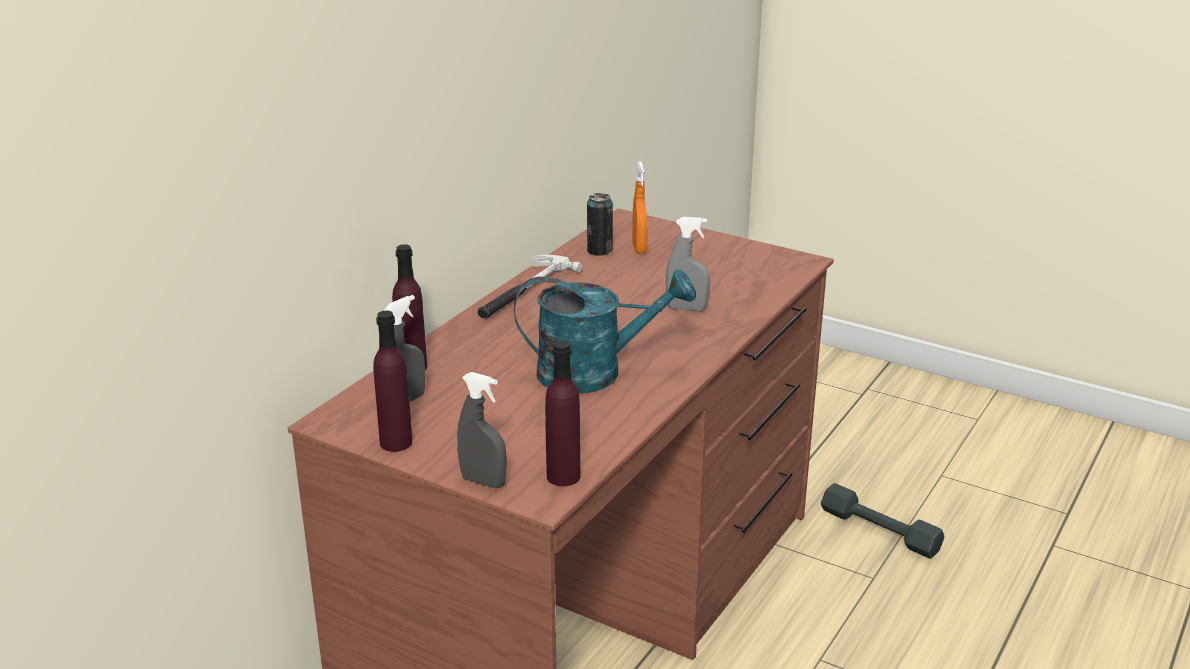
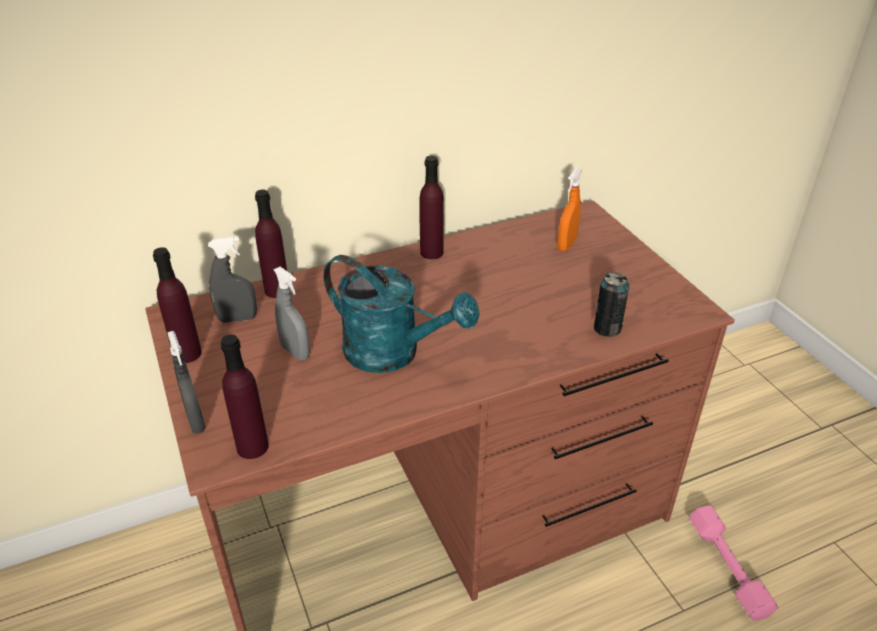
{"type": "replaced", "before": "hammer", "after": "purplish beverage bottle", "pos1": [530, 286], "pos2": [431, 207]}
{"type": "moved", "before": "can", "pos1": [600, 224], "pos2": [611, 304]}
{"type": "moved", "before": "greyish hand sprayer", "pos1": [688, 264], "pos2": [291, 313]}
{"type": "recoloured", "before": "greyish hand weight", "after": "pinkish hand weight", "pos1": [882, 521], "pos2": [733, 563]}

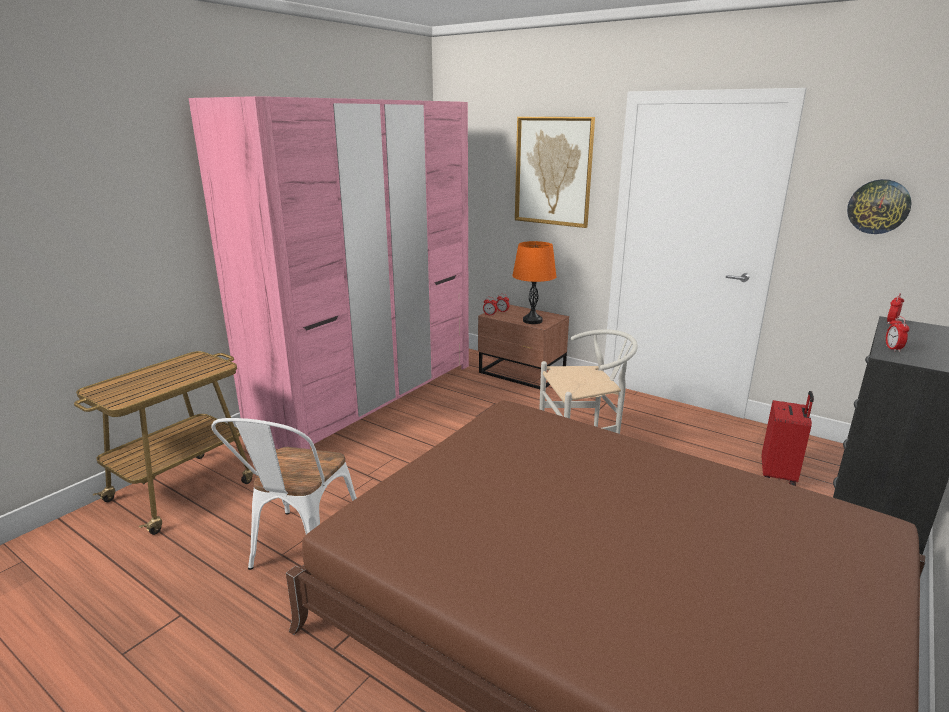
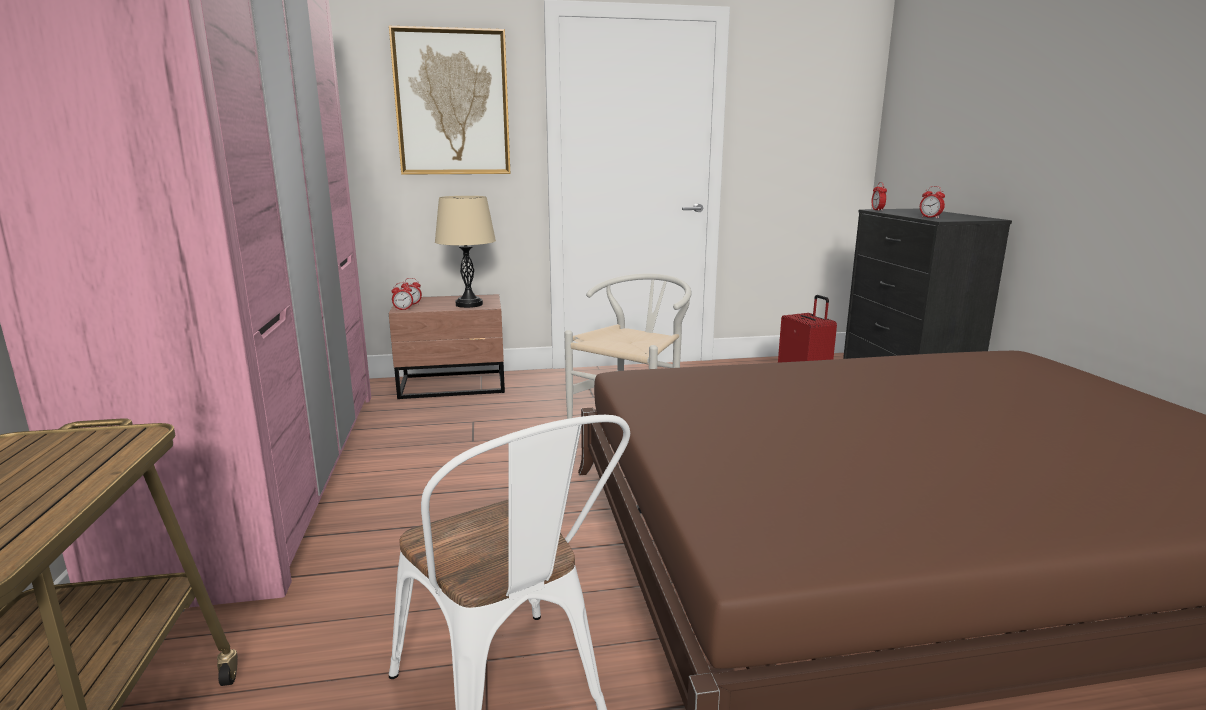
{"type": "recoloured", "before": "orangey tabletop lamp", "after": "beige tabletop lamp", "pos1": [534, 282], "pos2": [465, 252]}
{"type": "removed", "before": "hanging clock", "pos1": [879, 206]}

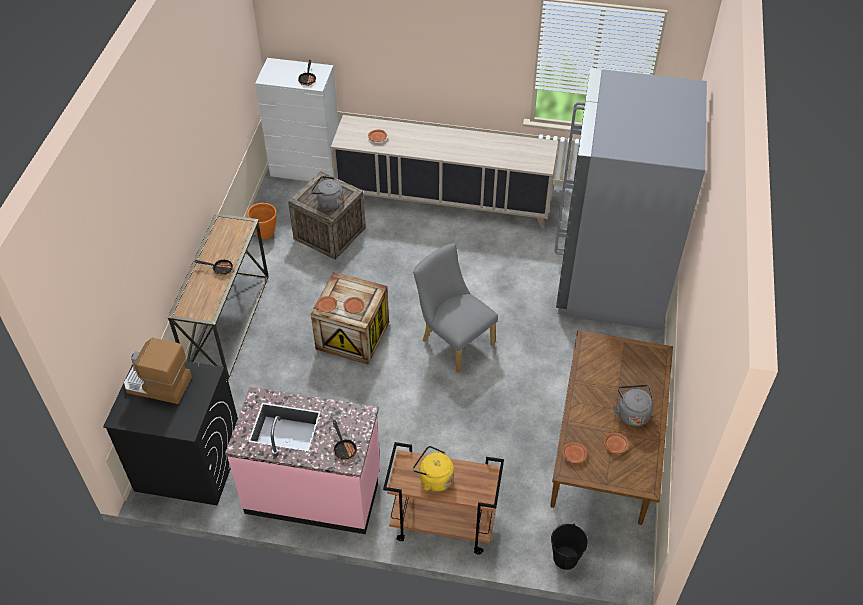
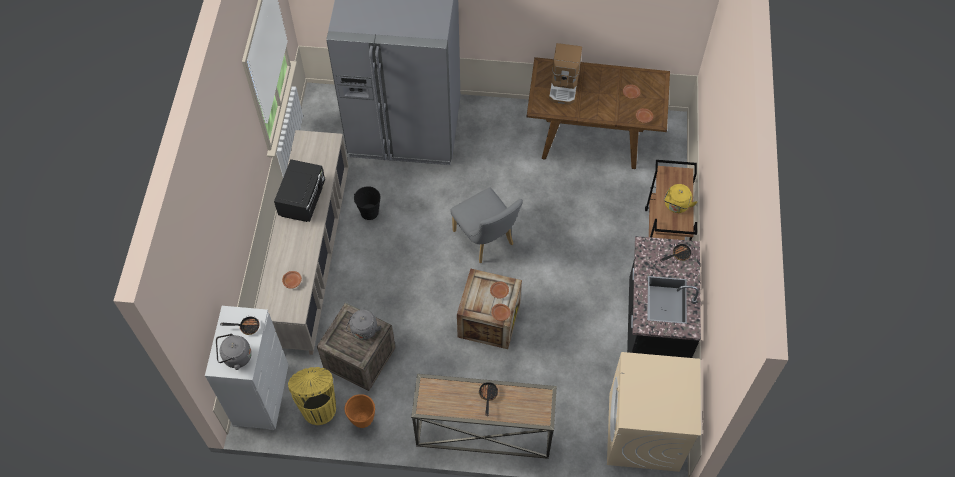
{"type": "recoloured", "before": "black laundry machine", "after": "beige laundry machine", "pos1": [170, 433], "pos2": [654, 412]}
{"type": "moved", "before": "coffee brewer", "pos1": [158, 371], "pos2": [565, 74]}
{"type": "recoloured", "before": "pinkish kitchen counter", "after": "black kitchen counter", "pos1": [302, 460], "pos2": [664, 297]}
{"type": "turned", "before": "greyish chair", "pos1": [455, 308], "pos2": [486, 225], "turn": -75}
{"type": "moved", "before": "black water bucket", "pos1": [569, 547], "pos2": [367, 203]}
{"type": "moved", "before": "greyish water kettle", "pos1": [633, 405], "pos2": [234, 352]}
{"type": "added", "after": "black microwave oven", "pos2": [299, 190]}
{"type": "added", "after": "yellowish trash can", "pos2": [312, 396]}

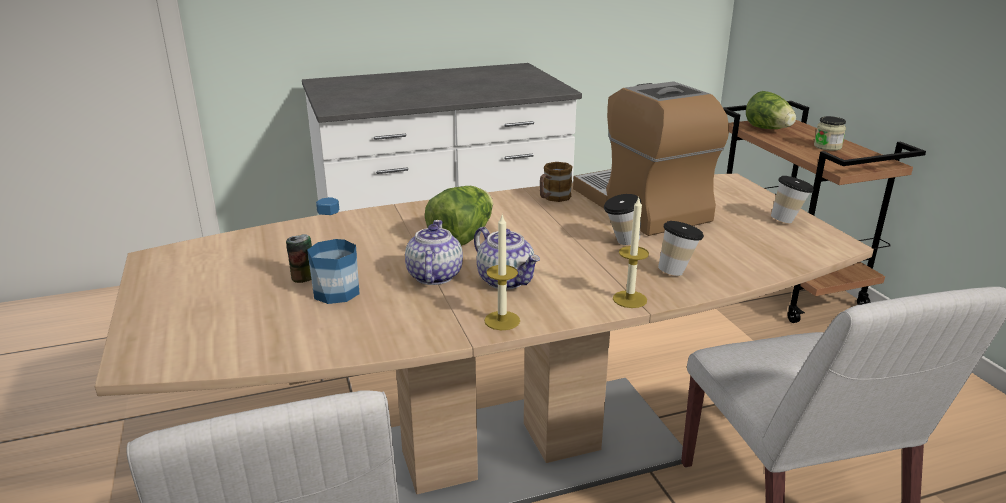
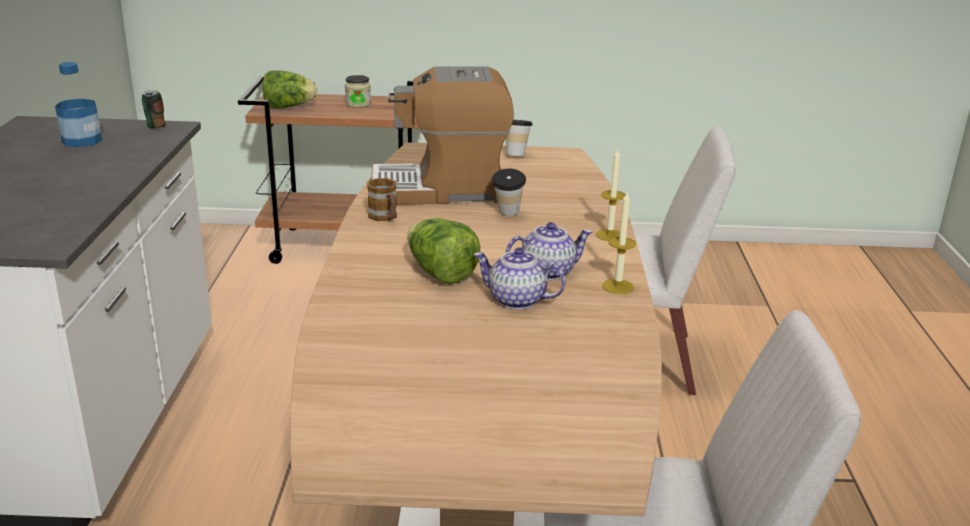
{"type": "moved", "before": "can", "pos1": [299, 258], "pos2": [154, 109]}
{"type": "moved", "before": "beverage bottle", "pos1": [333, 250], "pos2": [78, 104]}
{"type": "removed", "before": "cup", "pos1": [681, 248]}

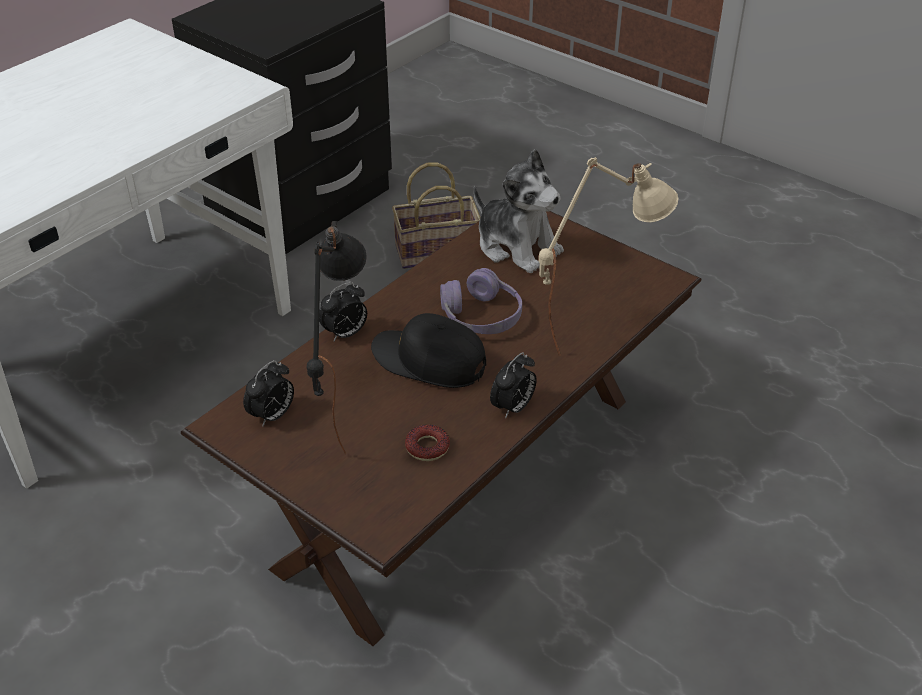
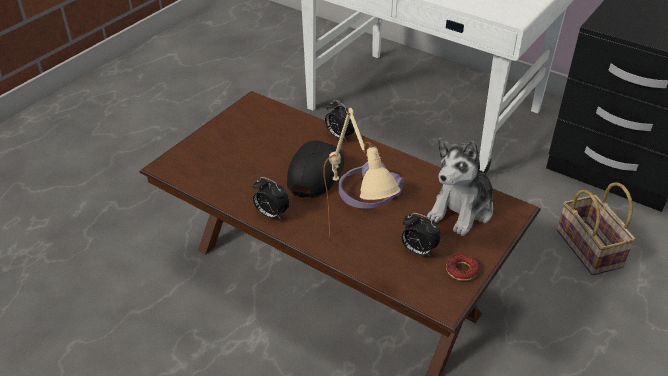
{"type": "moved", "before": "bedside clock", "pos1": [268, 393], "pos2": [421, 235]}
{"type": "removed", "before": "black tabletop lamp", "pos1": [337, 337]}
{"type": "moved", "before": "donut", "pos1": [427, 443], "pos2": [462, 267]}

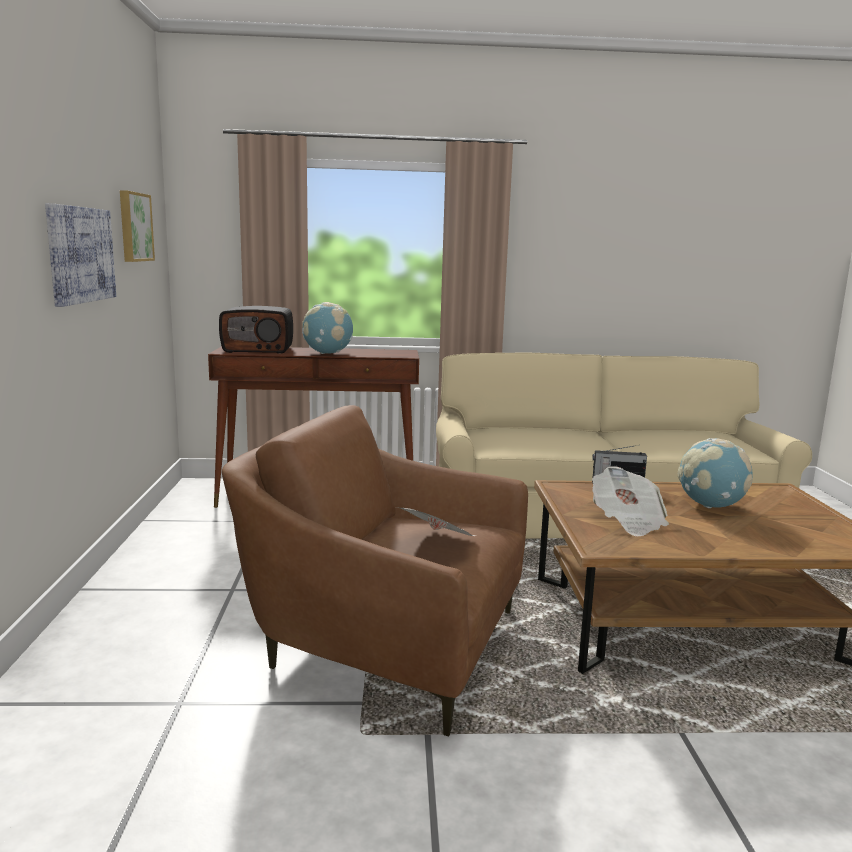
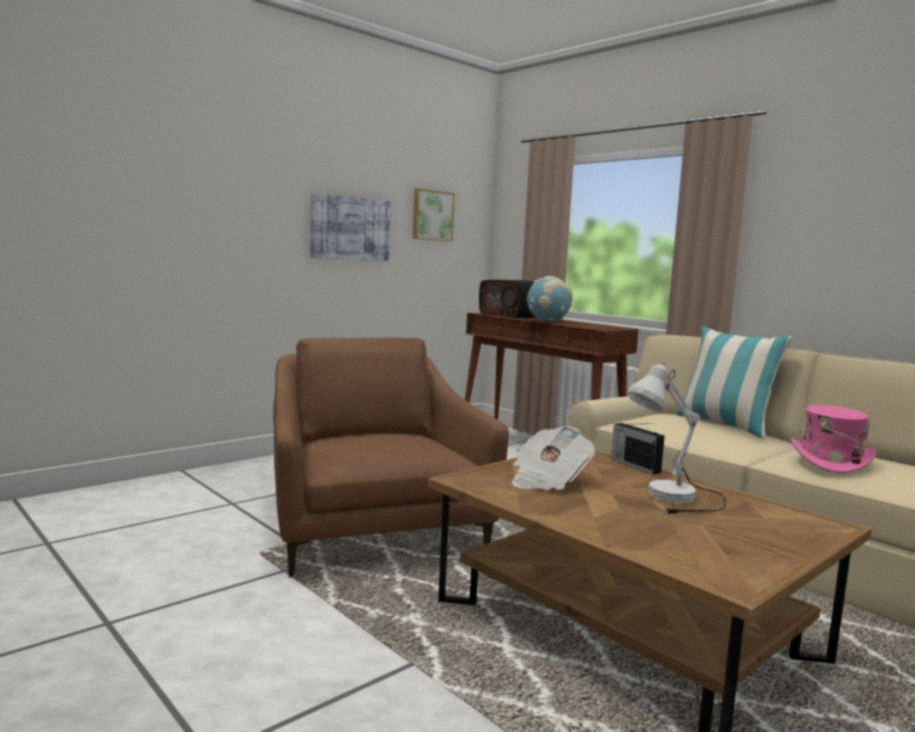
{"type": "removed", "before": "printed paper", "pos1": [435, 522]}
{"type": "replaced", "before": "desk globe", "after": "white-coloured tabletop lamp", "pos1": [715, 473], "pos2": [676, 438]}
{"type": "added", "after": "cushion", "pos2": [734, 382]}
{"type": "added", "after": "pinkish wearable hat", "pos2": [833, 439]}

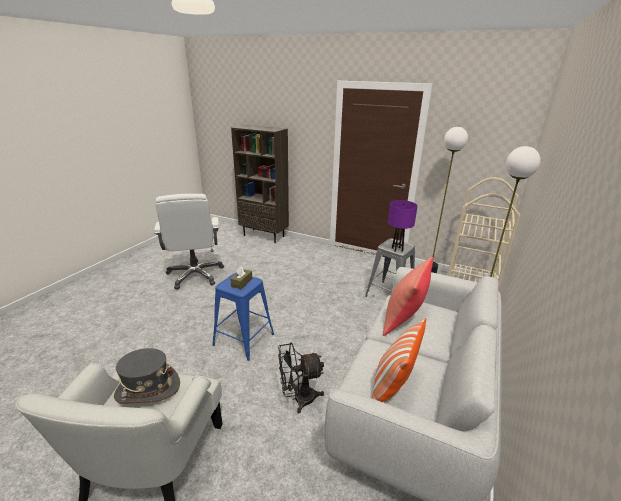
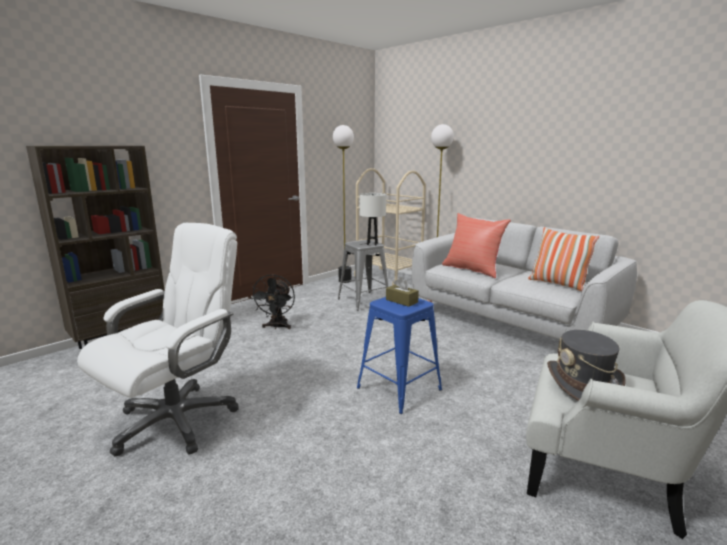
{"type": "turned", "before": "white-coloured desk chair", "pos1": [189, 241], "pos2": [158, 339], "turn": -60}
{"type": "moved", "before": "black fan", "pos1": [301, 377], "pos2": [272, 301]}
{"type": "recoloured", "before": "purplish tabletop lamp", "after": "white-coloured tabletop lamp", "pos1": [403, 226], "pos2": [372, 219]}

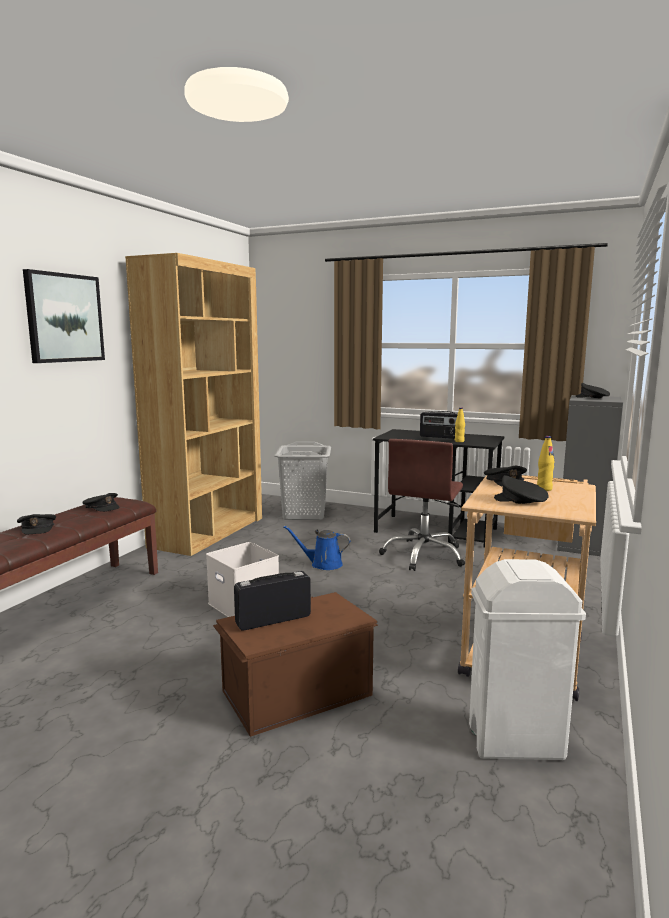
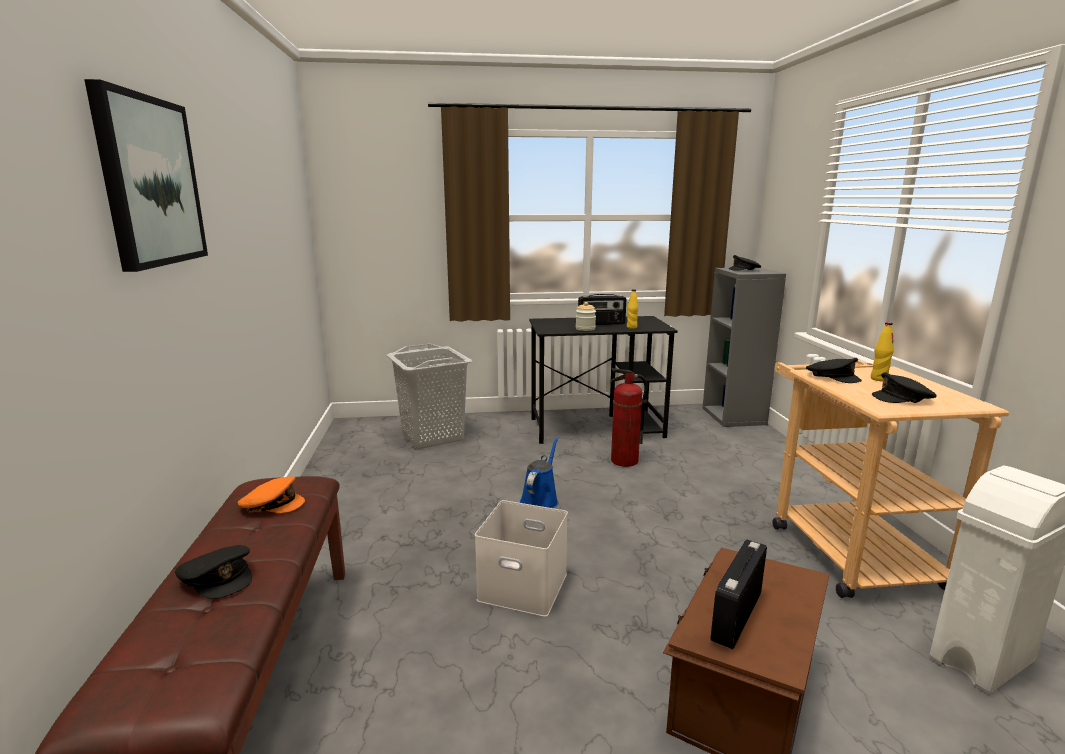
{"type": "recoloured", "before": "black baseball cap", "after": "orangey baseball cap", "pos1": [100, 502], "pos2": [271, 494]}
{"type": "removed", "before": "brown shelving unit", "pos1": [193, 404]}
{"type": "turned", "before": "blue-coloured sprinkling can", "pos1": [316, 548], "pos2": [539, 472], "turn": 135}
{"type": "replaced", "before": "brown desk chair", "after": "fire-fighting cylinder", "pos1": [422, 505], "pos2": [629, 417]}
{"type": "added", "after": "preserve jar", "pos2": [586, 316]}

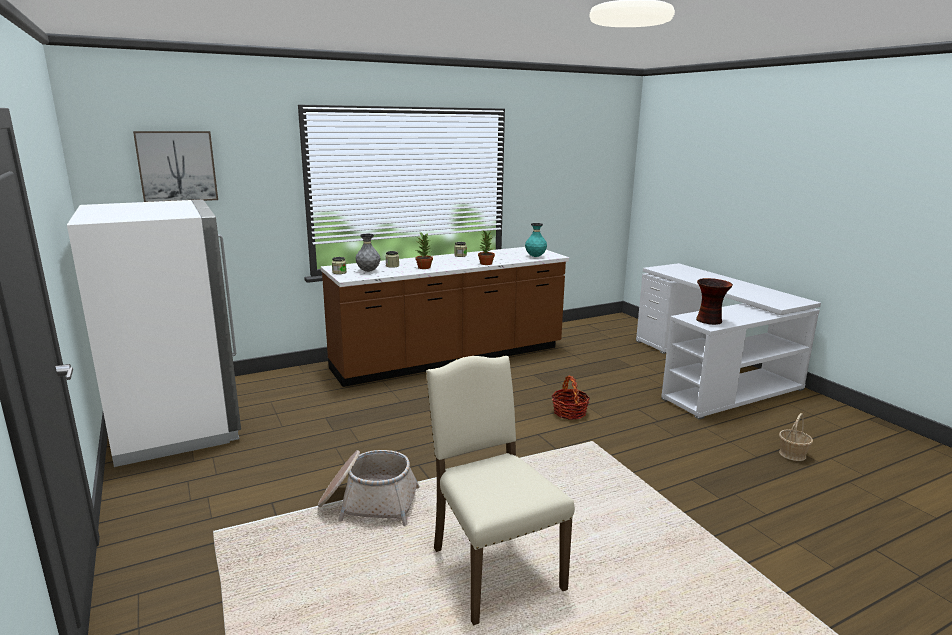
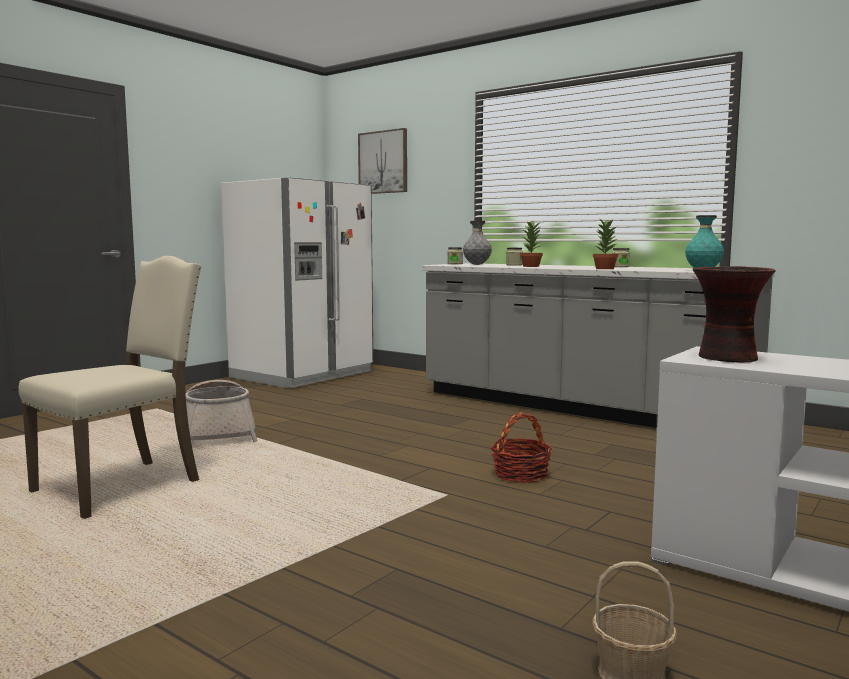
{"type": "recoloured", "before": "brown kitchen counter", "after": "greyish kitchen counter", "pos1": [445, 317], "pos2": [598, 345]}

